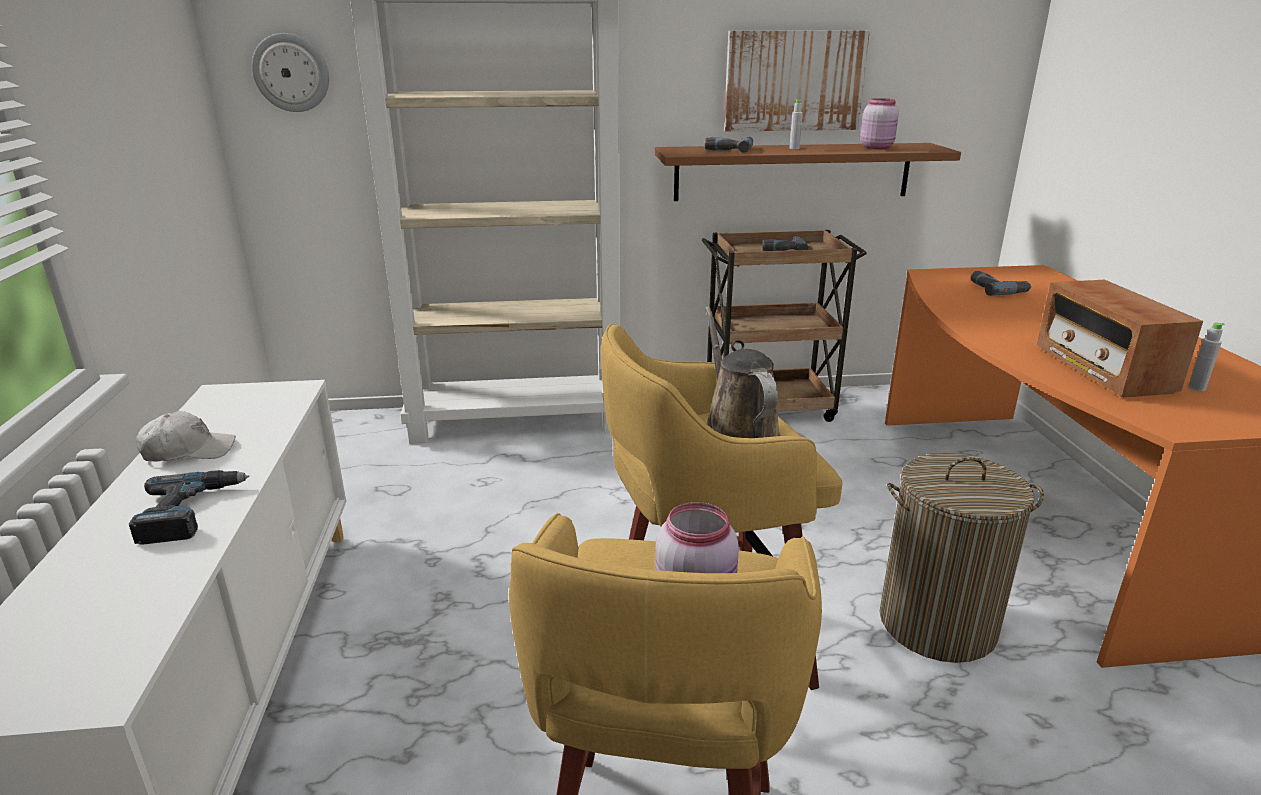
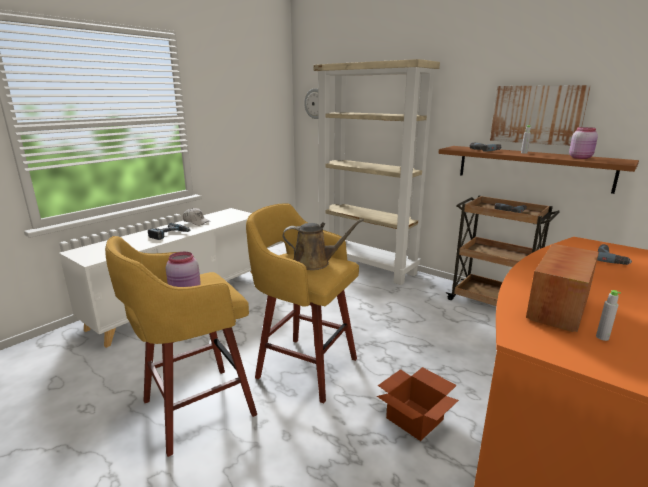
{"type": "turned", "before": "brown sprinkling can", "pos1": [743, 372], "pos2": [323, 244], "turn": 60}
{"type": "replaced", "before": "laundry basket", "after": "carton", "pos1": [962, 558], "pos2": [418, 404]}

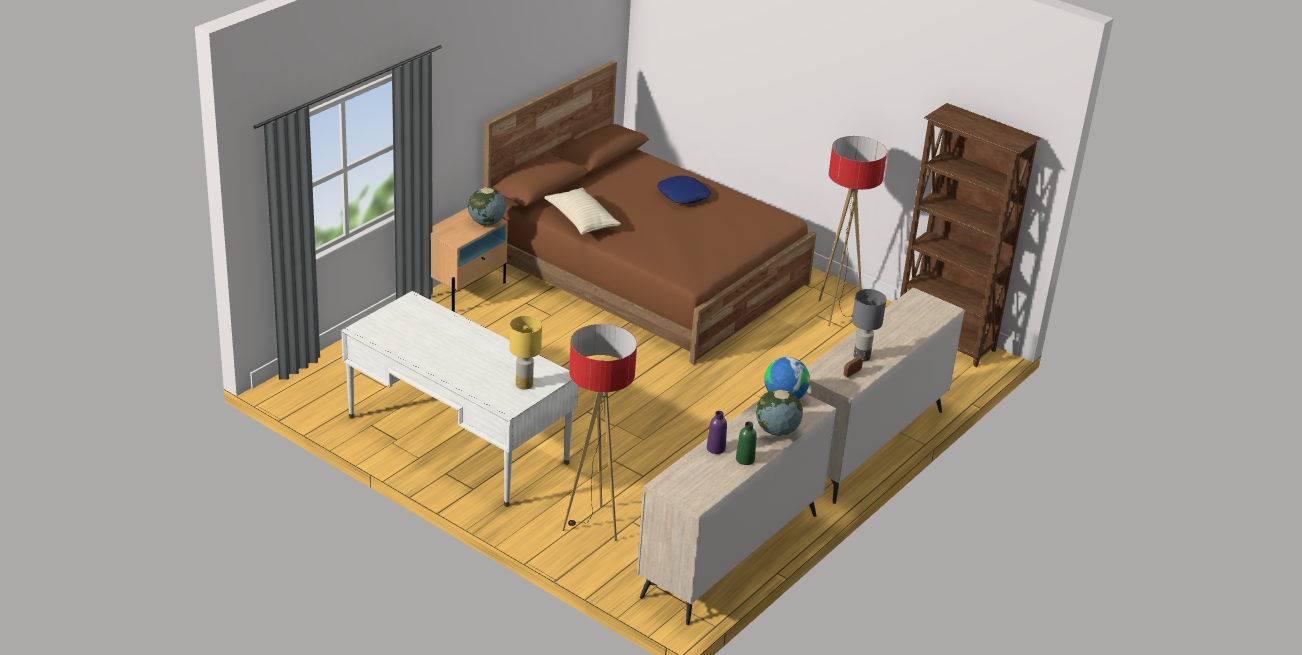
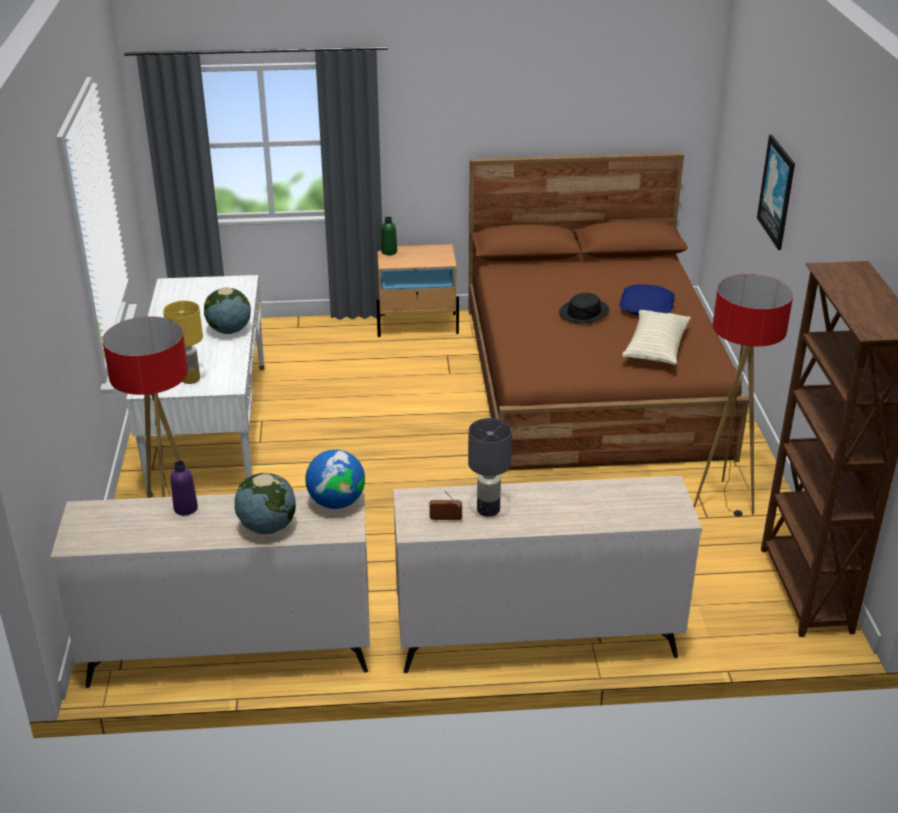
{"type": "moved", "before": "desk globe", "pos1": [487, 206], "pos2": [227, 310]}
{"type": "moved", "before": "beige cushion", "pos1": [582, 211], "pos2": [656, 337]}
{"type": "moved", "before": "green beverage bottle", "pos1": [746, 443], "pos2": [389, 236]}
{"type": "added", "after": "black wearable hat", "pos2": [584, 308]}
{"type": "added", "after": "wall art", "pos2": [776, 192]}

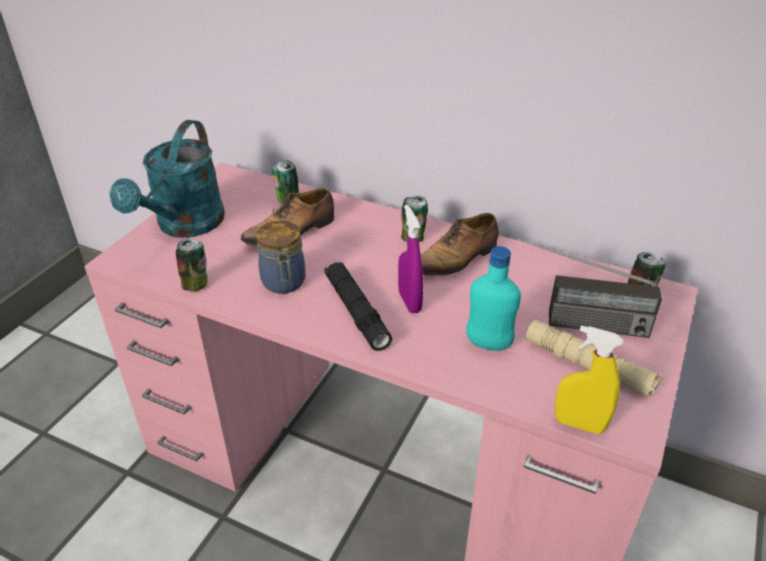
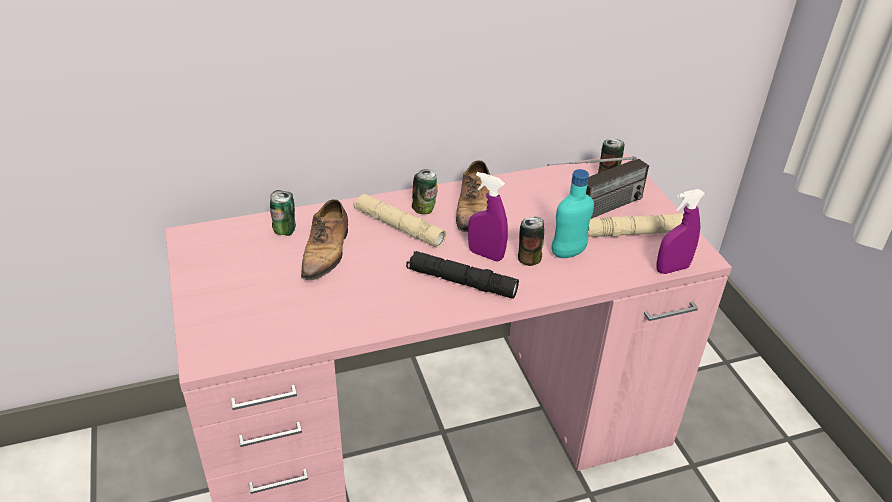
{"type": "removed", "before": "turquoise sprinkling can", "pos1": [167, 179]}
{"type": "moved", "before": "can", "pos1": [192, 265], "pos2": [531, 241]}
{"type": "removed", "before": "preserve jar", "pos1": [280, 257]}
{"type": "recoloured", "before": "yellowish hand sprayer", "after": "purplish hand sprayer", "pos1": [589, 380], "pos2": [681, 231]}
{"type": "added", "after": "beige torch", "pos2": [399, 221]}

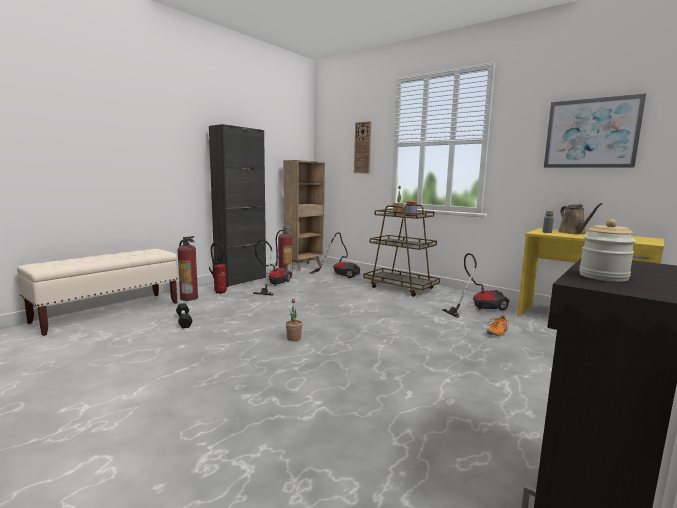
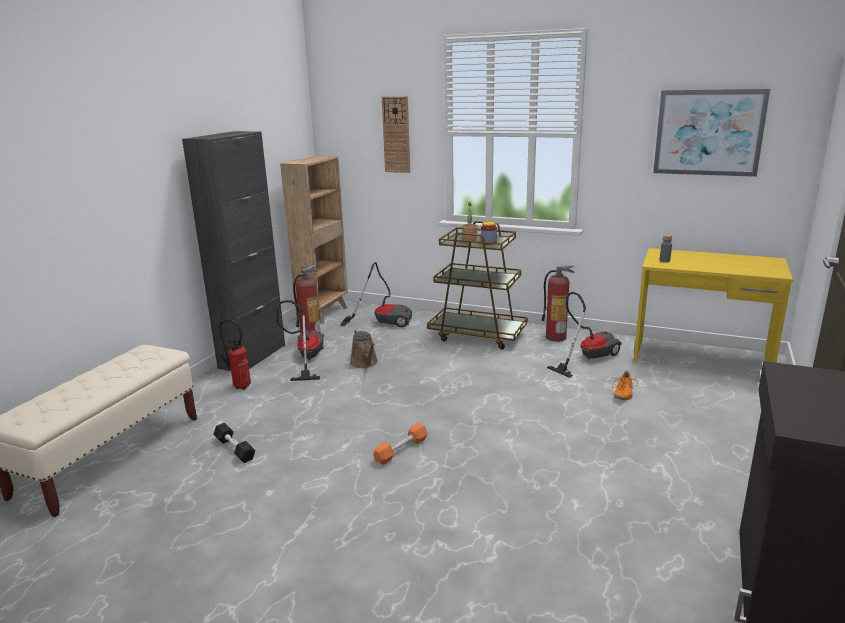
{"type": "moved", "before": "fire-fighting cylinder", "pos1": [187, 268], "pos2": [558, 303]}
{"type": "replaced", "before": "plant in a pot", "after": "orangey hand weight", "pos1": [294, 319], "pos2": [400, 444]}
{"type": "moved", "before": "brown sprinkling can", "pos1": [580, 218], "pos2": [364, 348]}
{"type": "removed", "before": "preserve jar", "pos1": [607, 250]}

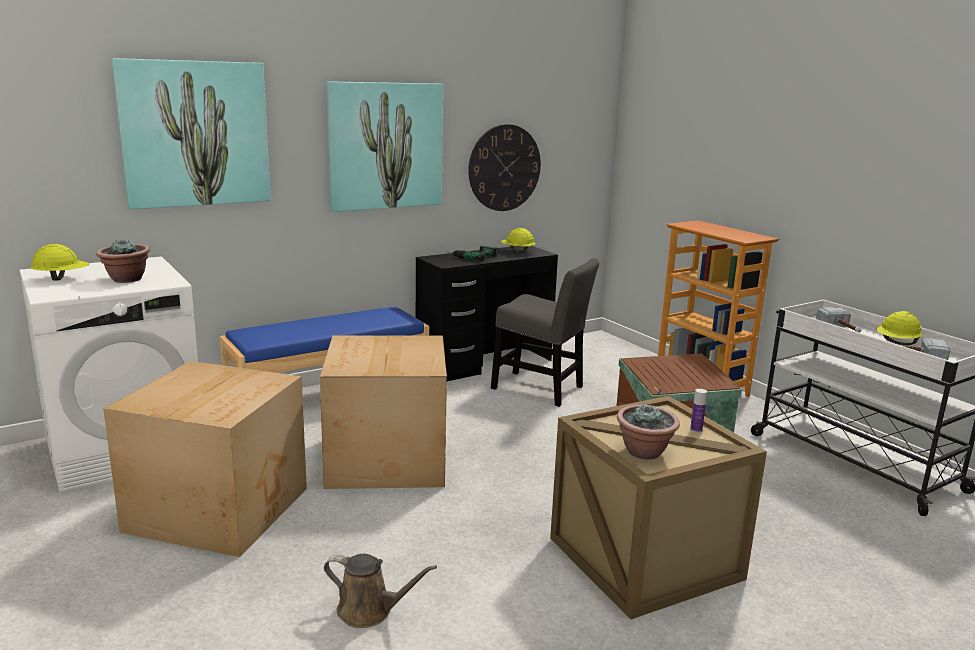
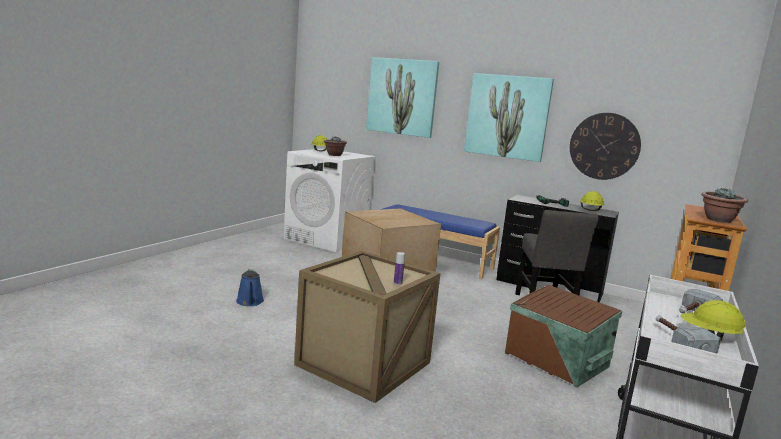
{"type": "removed", "before": "carton", "pos1": [205, 459]}
{"type": "recoloured", "before": "brown sprinkling can", "after": "blue-coloured sprinkling can", "pos1": [380, 591], "pos2": [250, 287]}
{"type": "moved", "before": "plant in a pot", "pos1": [648, 432], "pos2": [724, 205]}

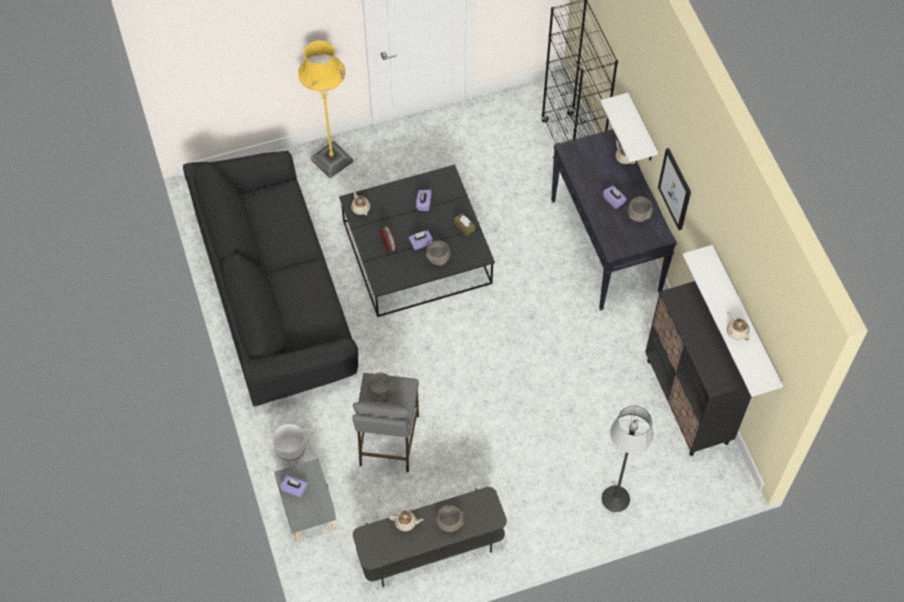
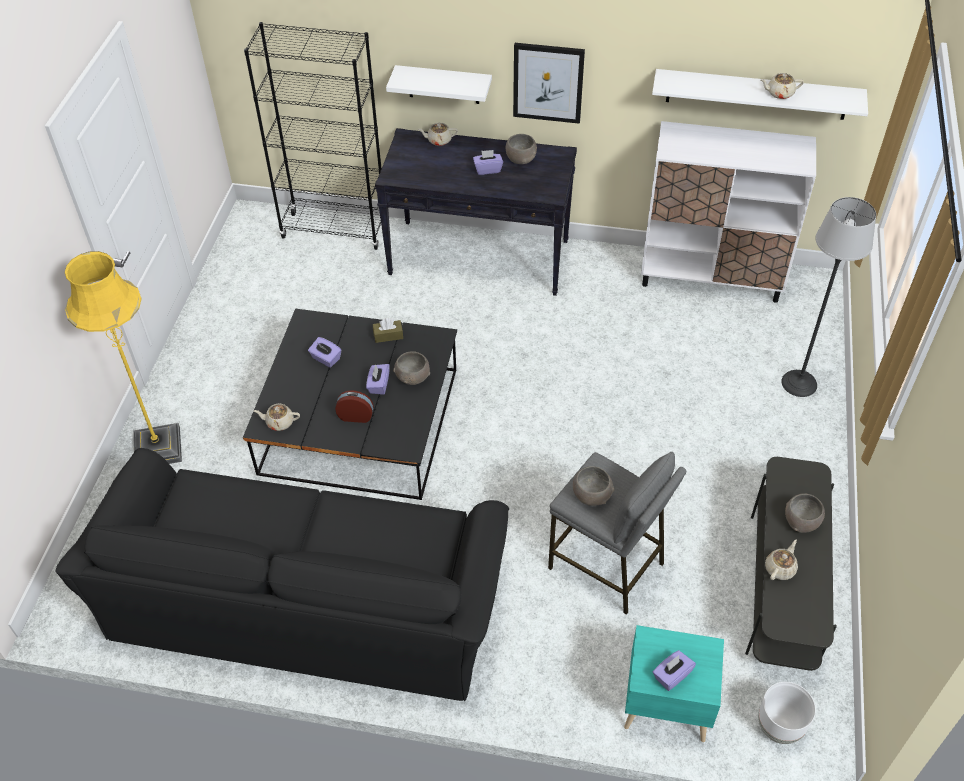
{"type": "moved", "before": "white-coloured planter", "pos1": [289, 443], "pos2": [787, 713]}
{"type": "recoloured", "before": "greyish nightstand", "after": "turquoise nightstand", "pos1": [305, 500], "pos2": [674, 683]}
{"type": "recoloured", "before": "black cupboard", "after": "white-coloured cupboard", "pos1": [698, 368], "pos2": [728, 212]}

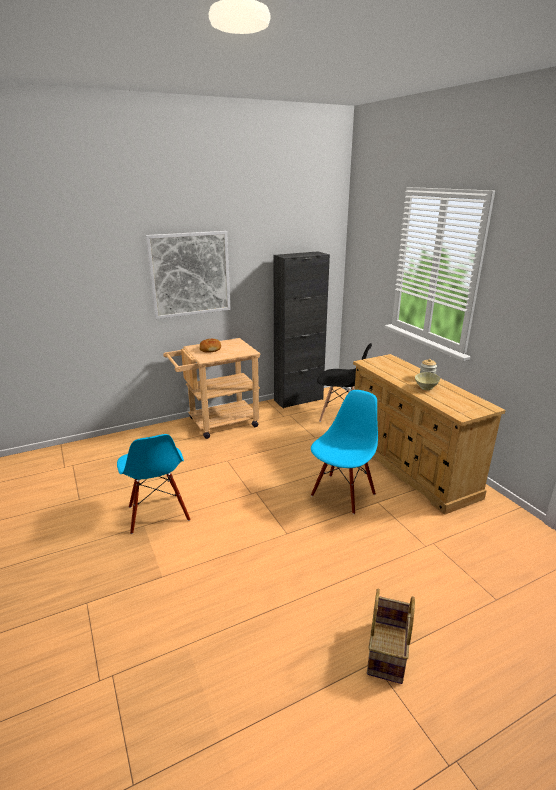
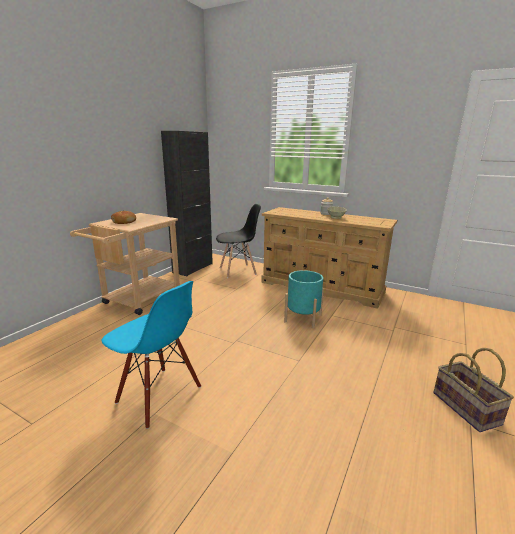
{"type": "removed", "before": "wall art", "pos1": [188, 275]}
{"type": "replaced", "before": "blue-coloured chair", "after": "turquoise planter", "pos1": [344, 452], "pos2": [304, 299]}

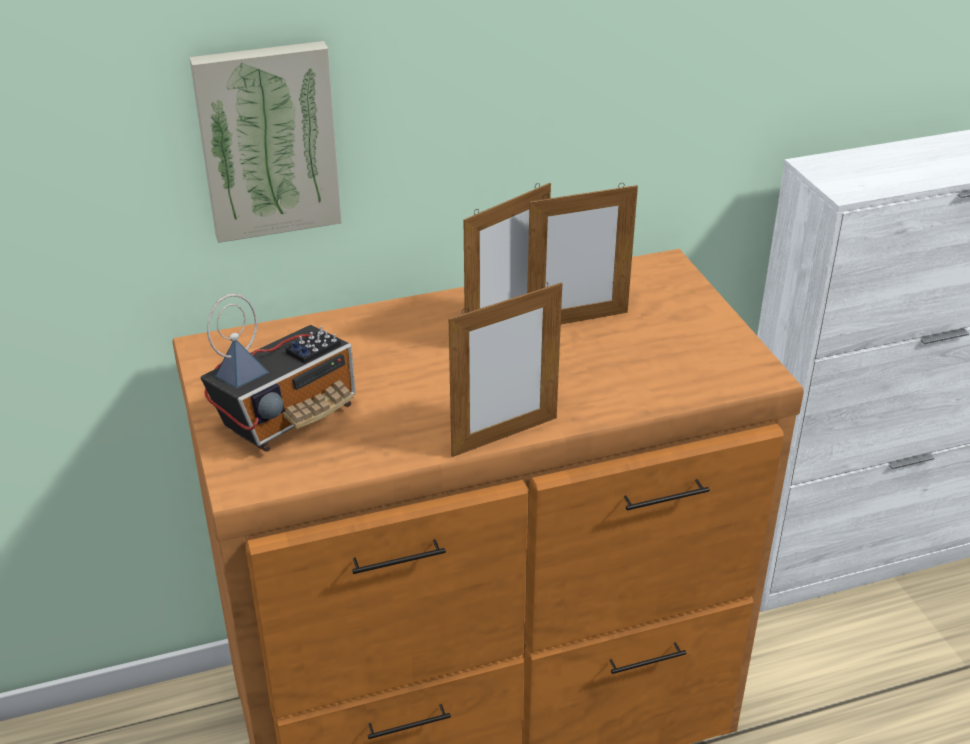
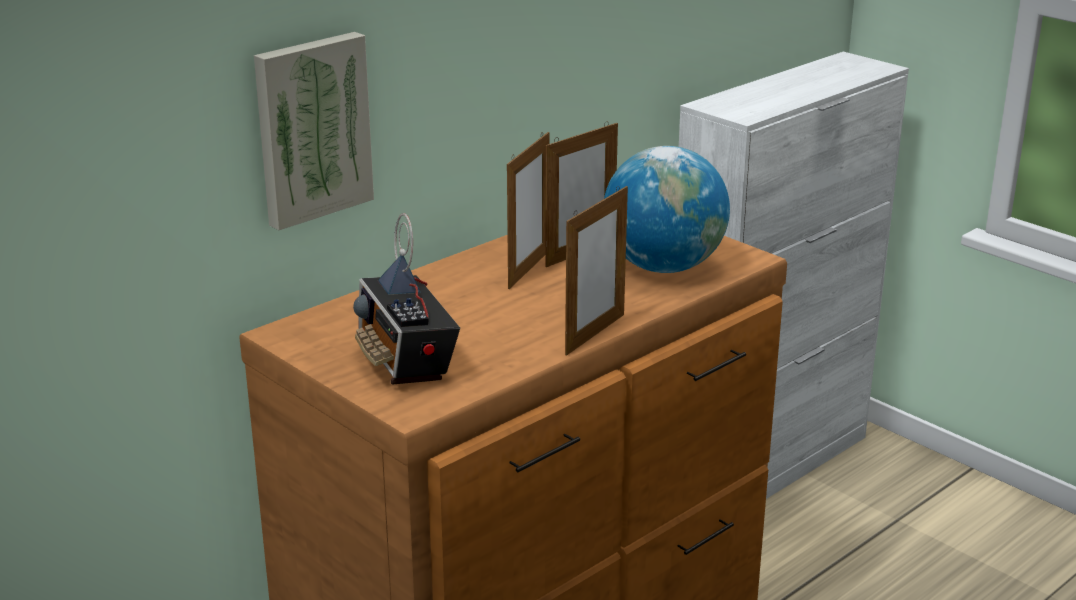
{"type": "turned", "before": "radio set", "pos1": [278, 373], "pos2": [406, 299], "turn": 135}
{"type": "added", "after": "desk globe", "pos2": [667, 209]}

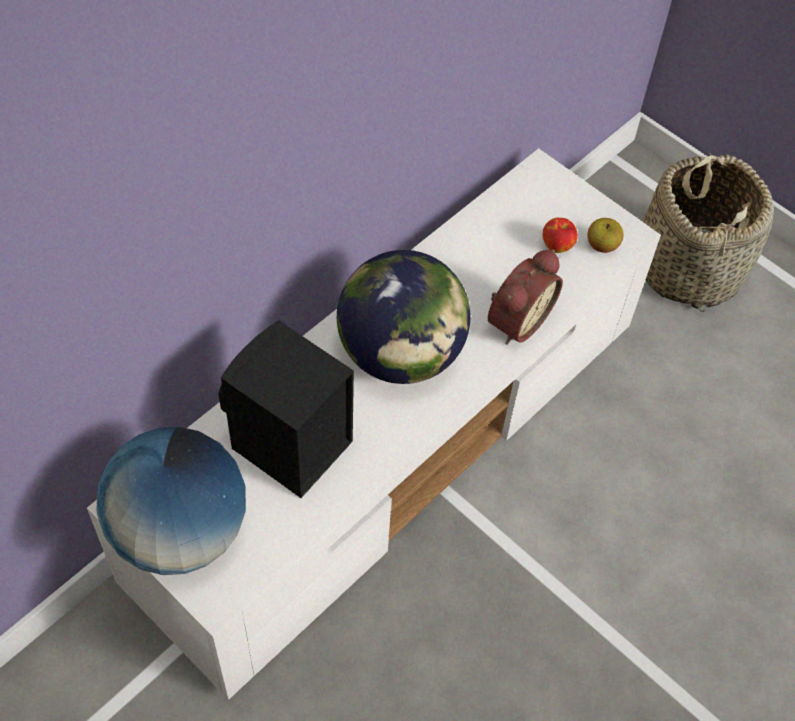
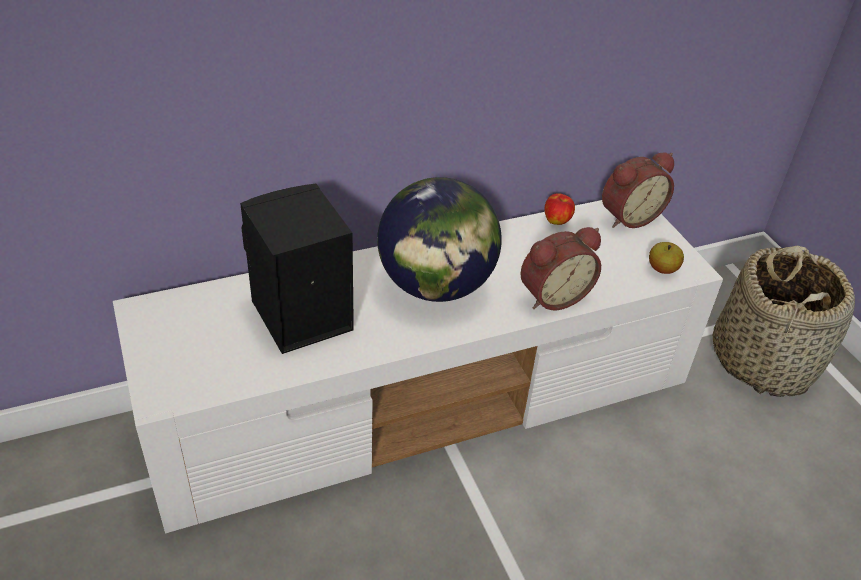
{"type": "removed", "before": "desk globe", "pos1": [171, 501]}
{"type": "moved", "before": "apple", "pos1": [560, 235], "pos2": [560, 209]}
{"type": "added", "after": "bedside clock", "pos2": [638, 190]}

